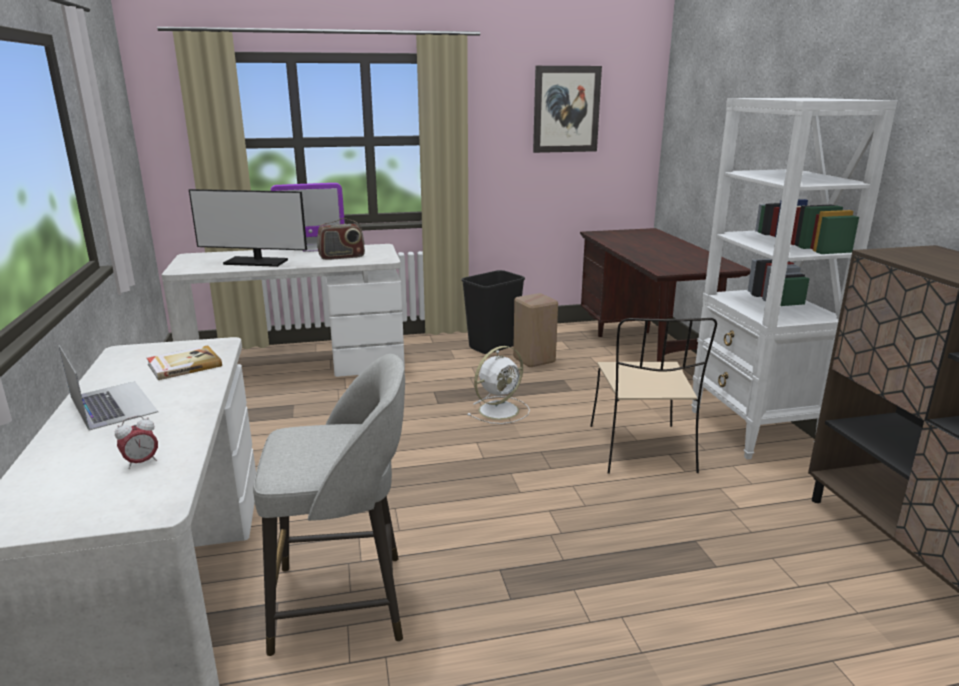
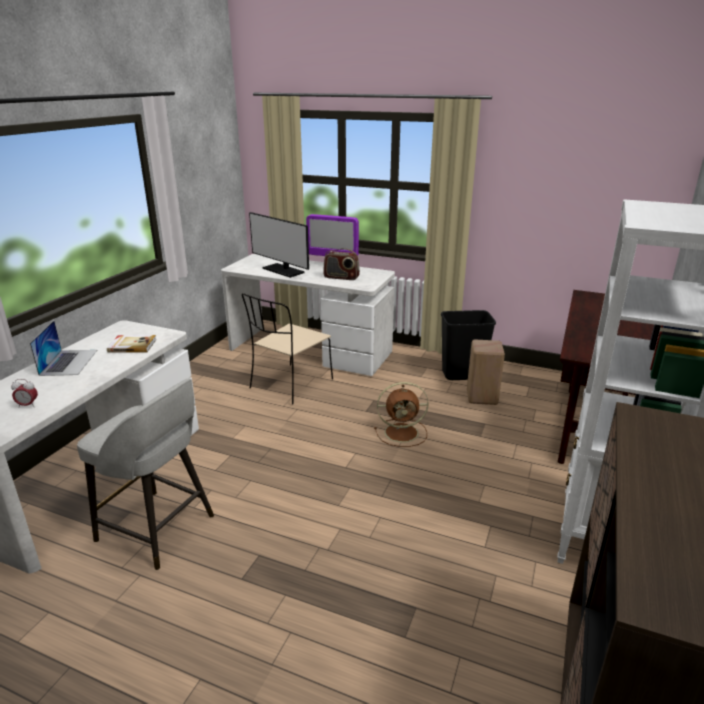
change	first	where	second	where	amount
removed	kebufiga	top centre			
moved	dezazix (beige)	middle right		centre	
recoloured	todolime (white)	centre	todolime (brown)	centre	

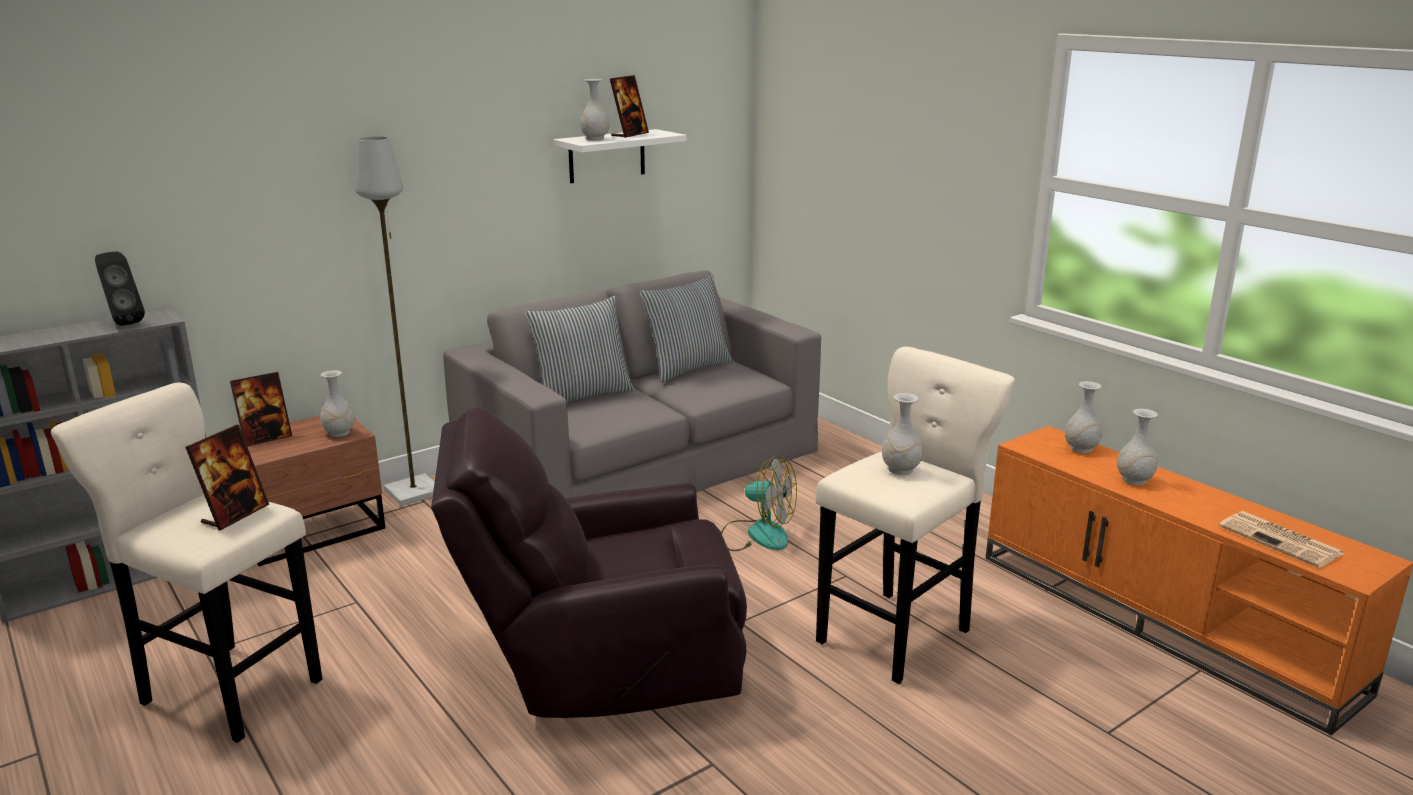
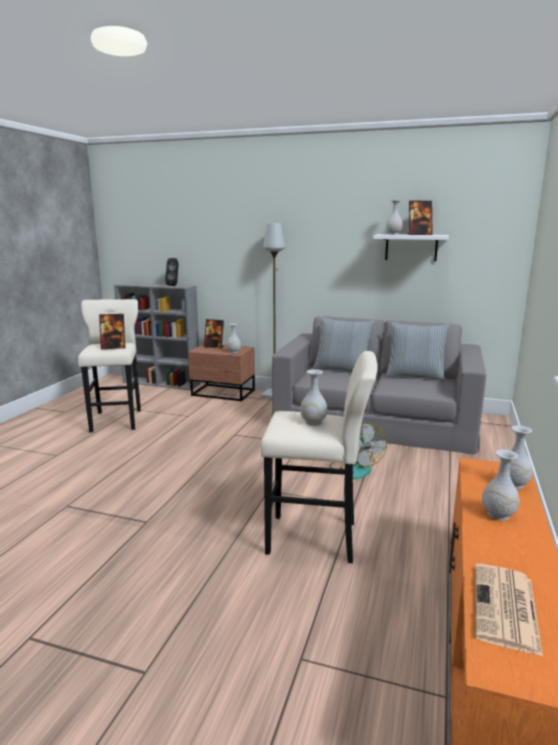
change	first	where	second	where	amount
removed	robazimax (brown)	bottom centre			

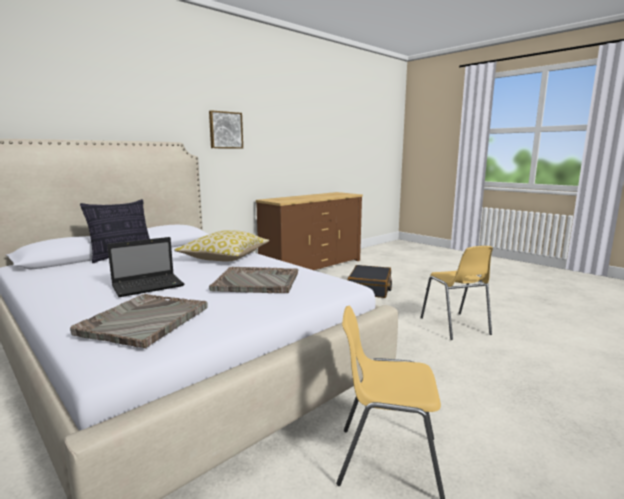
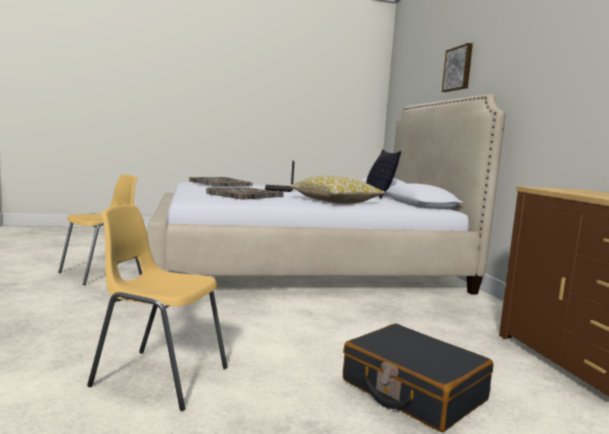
change	first	where	second	where	amount
moved	kebufiga	top centre		top right	

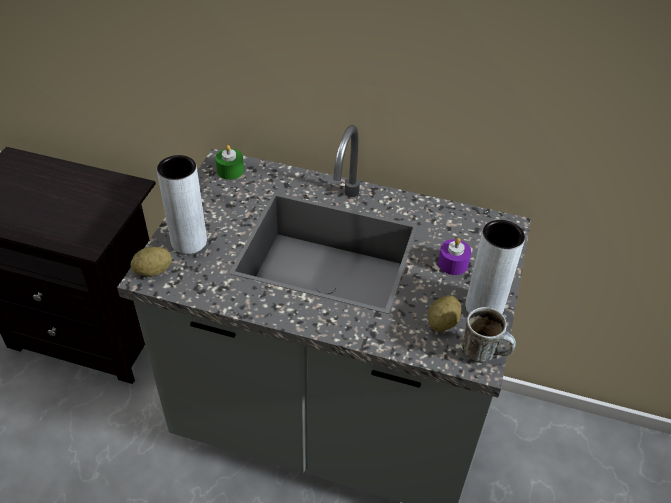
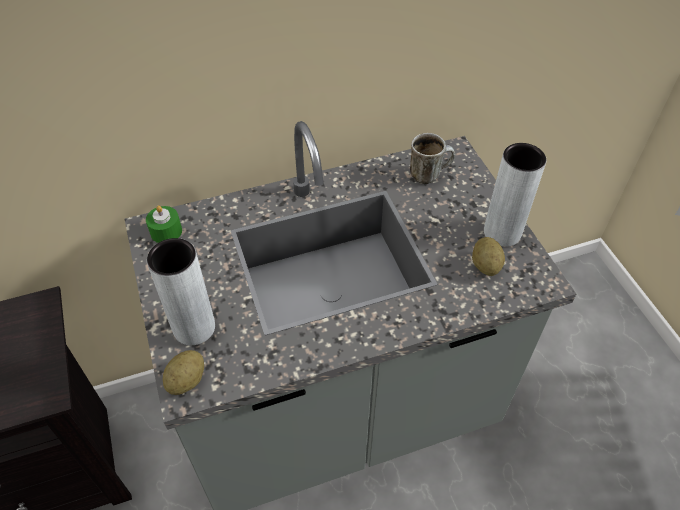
change	first	where	second	where	amount
removed	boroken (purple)	middle right			
moved	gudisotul	middle right		top centre	

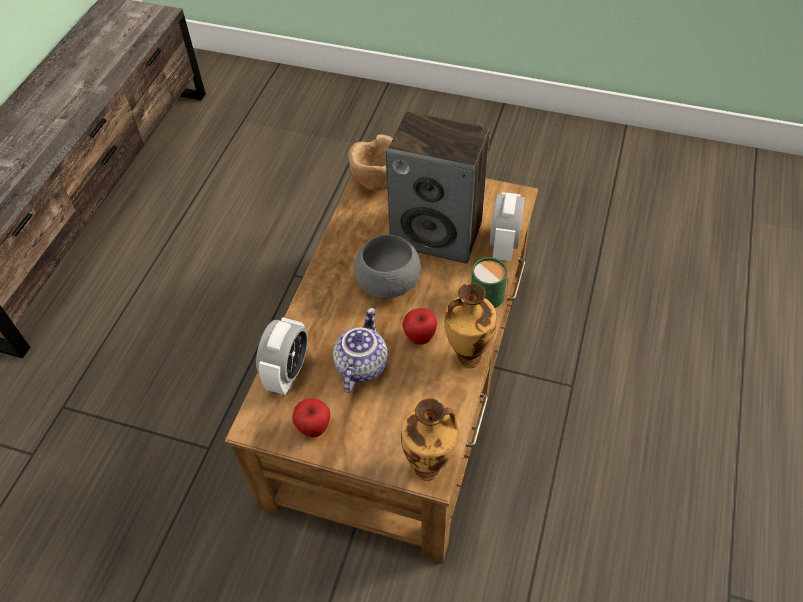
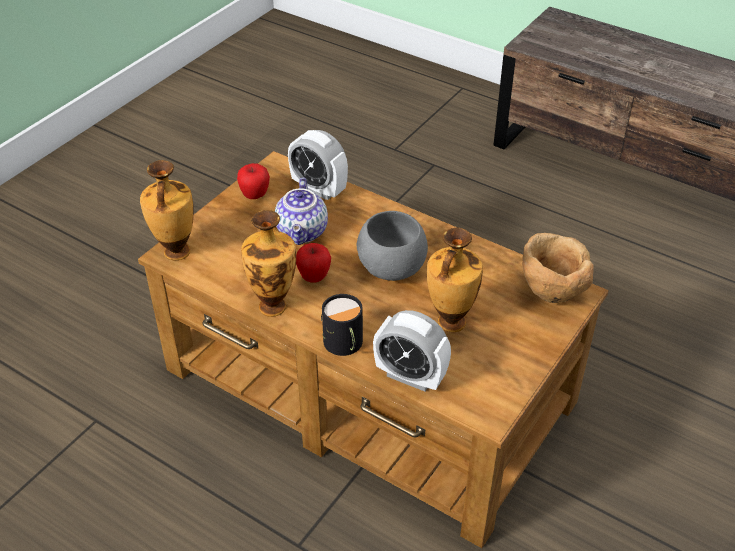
change	first	where	second	where	amount
replaced	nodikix	top centre	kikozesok (3rd from left)	centre	
recoloured	gudisotul (green)	centre	gudisotul (black)	centre	
turned	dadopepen	centre		centre	60 degrees clockwise

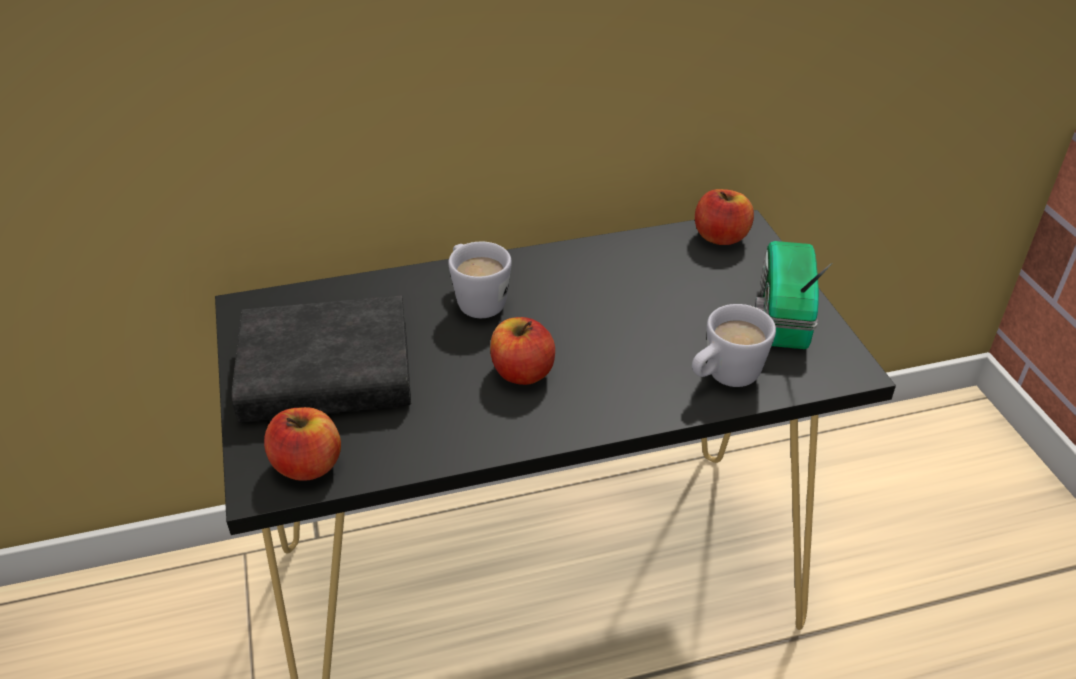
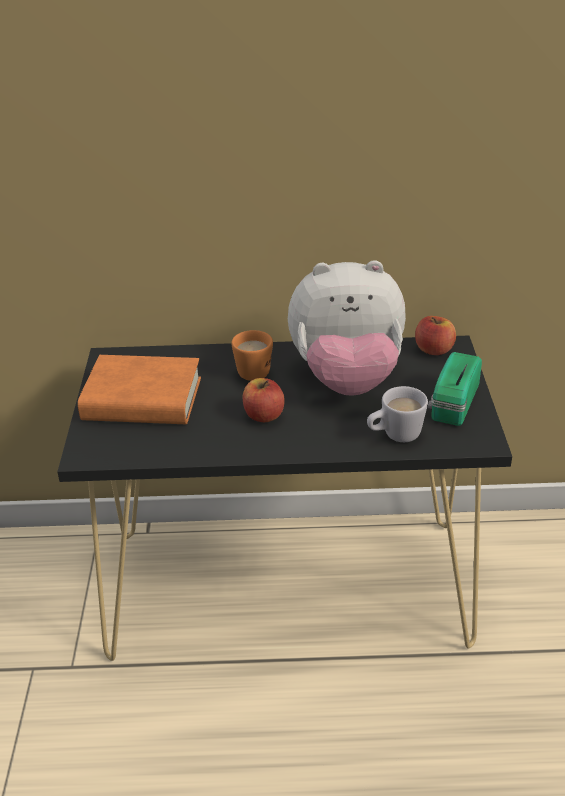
change	first	where	second	where	amount
recoloured	gudisotul (white) (1st from left)	centre	gudisotul (orange)	centre	
recoloured	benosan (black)	middle left	benosan (orange)	middle left	
removed	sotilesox (1st from left)	middle left			
added			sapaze	centre	

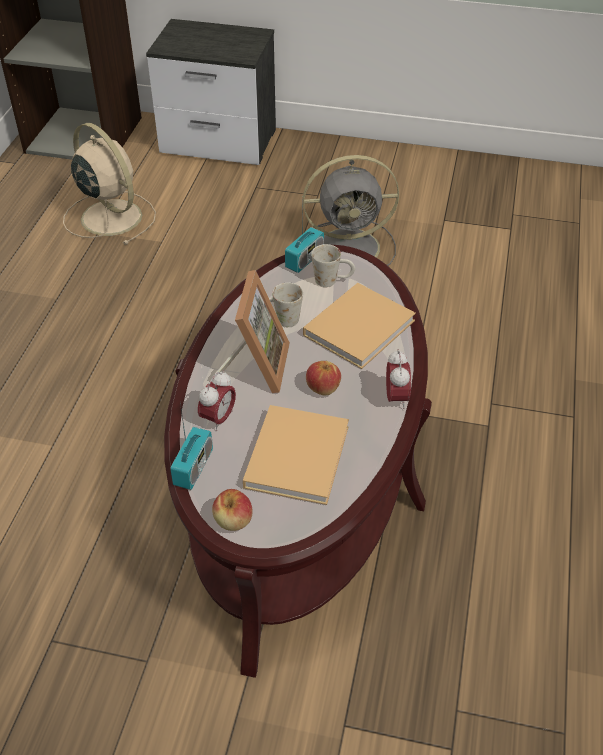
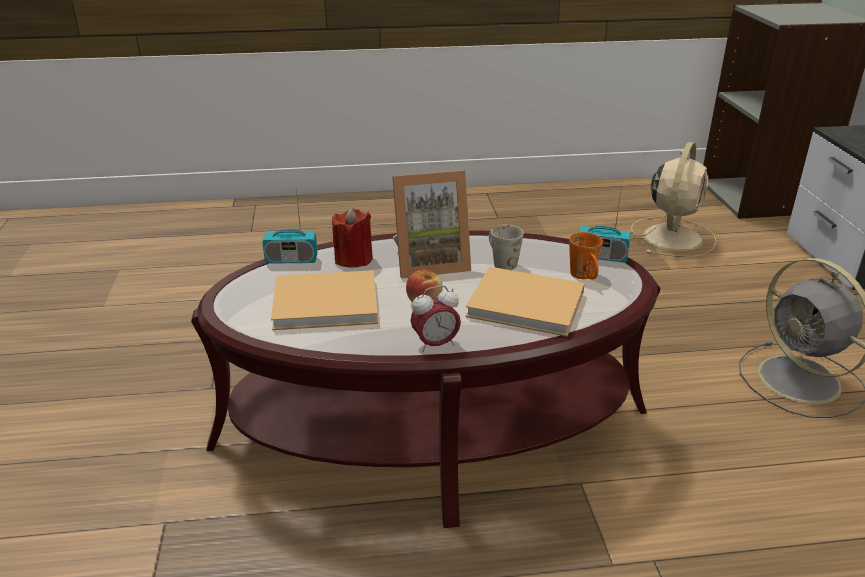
change	first	where	second	where	amount
recoloured	gudisotul (white) (2nd from left)	centre	gudisotul (orange)	middle right	
replaced	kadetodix (1st from left)	centre	boroken (red)	centre	
removed	sotilesox (1st from left)	bottom centre			

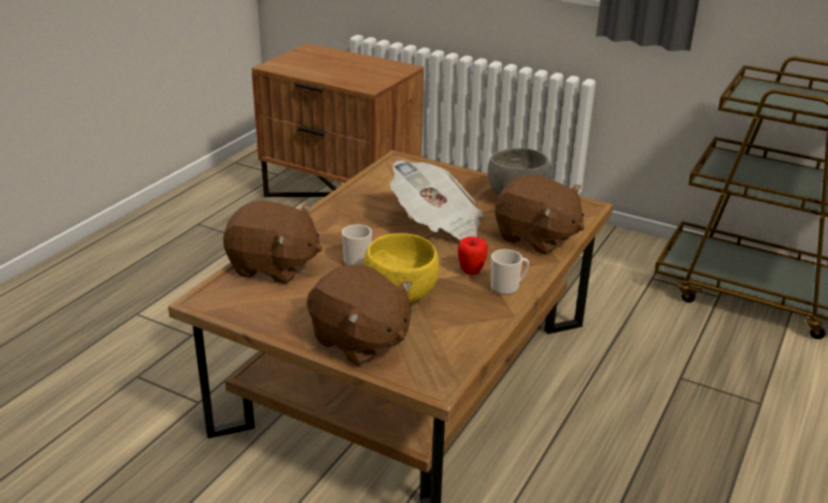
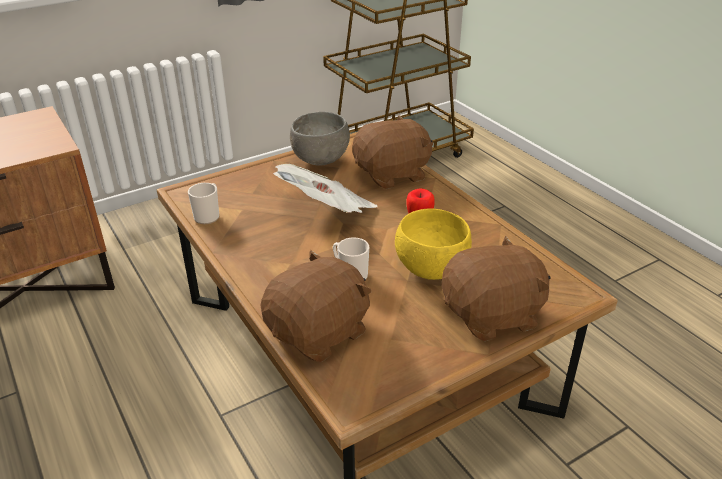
change	first	where	second	where	amount
moved	gudisotul (2nd from left in the first image)	centre	gudisotul (1st from left)	middle left	

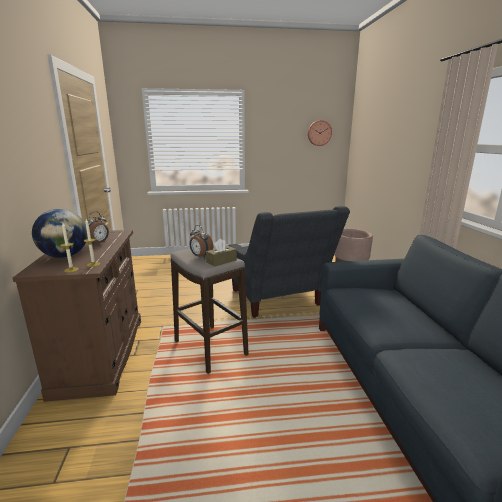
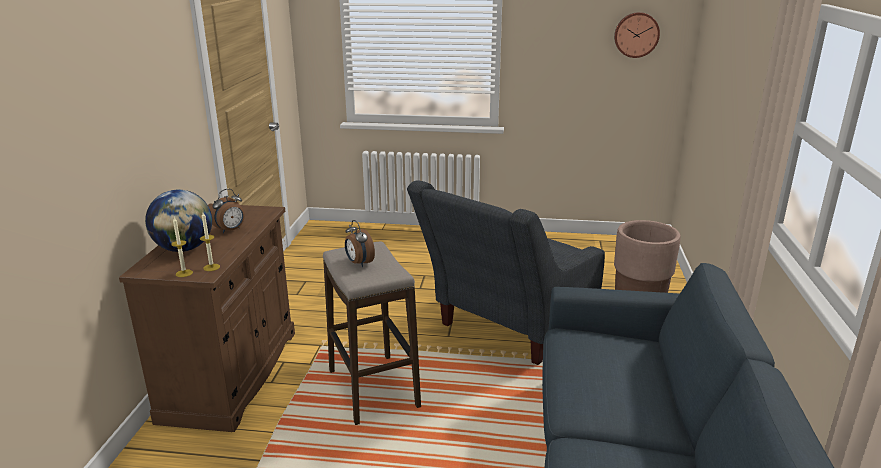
change	first	where	second	where	amount
turned	robazimax (grey)	centre		centre	45 degrees clockwise
removed	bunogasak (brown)	centre			

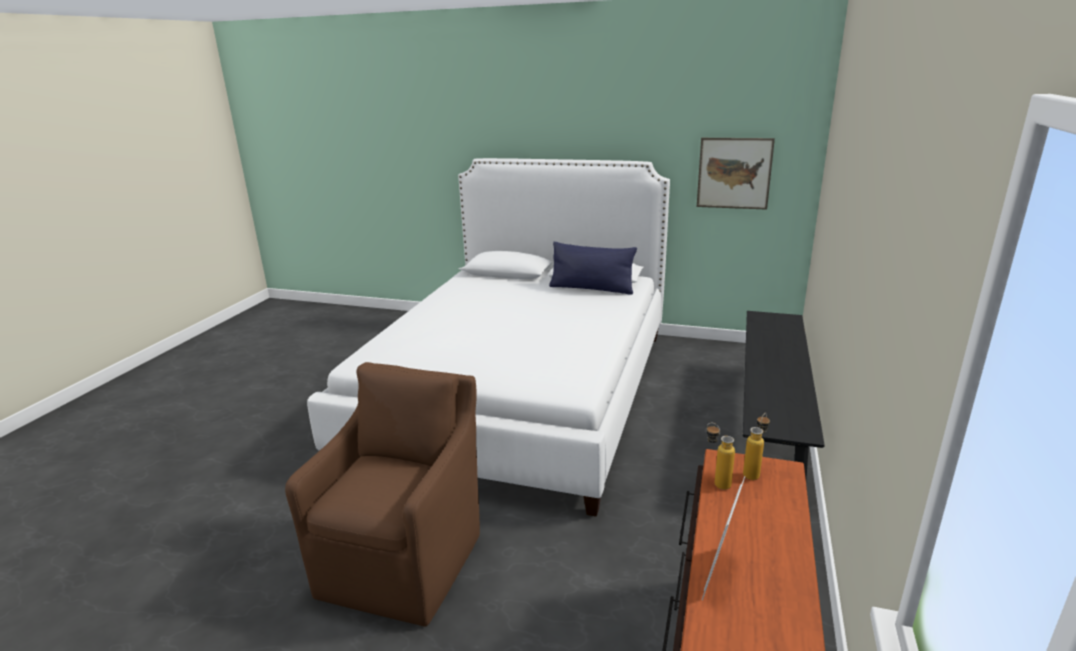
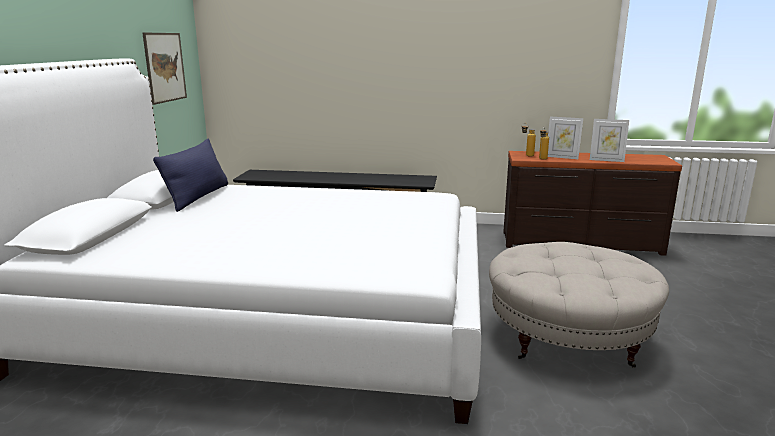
change	first	where	second	where	amount
replaced	robazimax (brown)	bottom centre	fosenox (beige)	bottom right	
added			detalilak (1st from left)	top right	

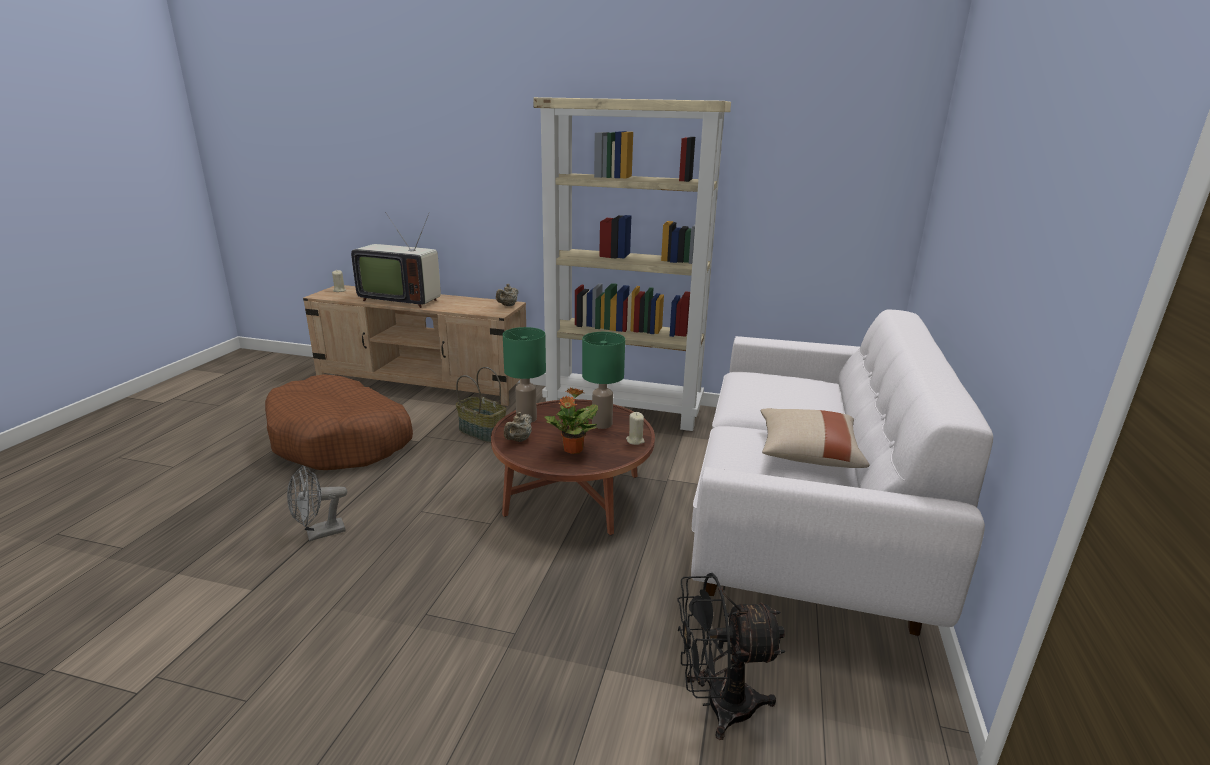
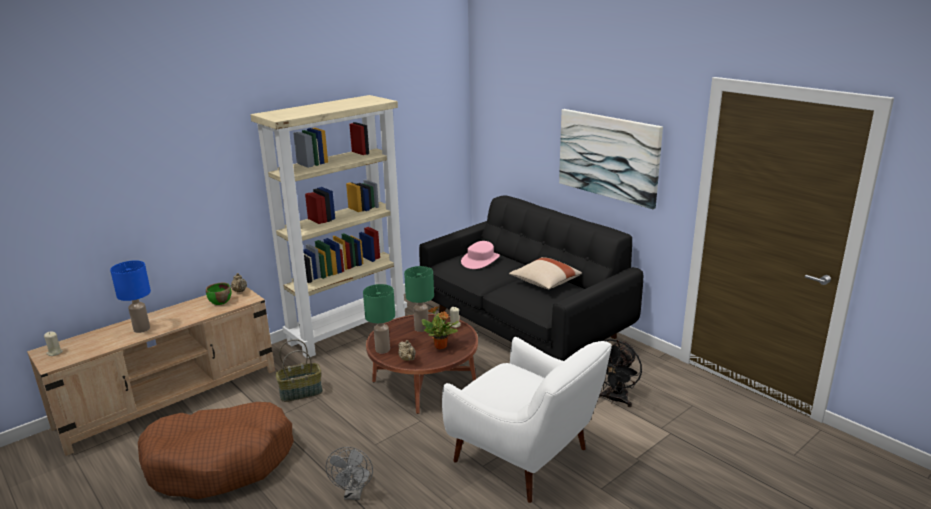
change	first	where	second	where	amount
replaced	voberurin	middle left	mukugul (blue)	middle left	
recoloured	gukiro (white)	middle right	gukiro (black)	centre	
added			kebufiga	top centre	
added			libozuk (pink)	centre	
added			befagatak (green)	middle left	
added			robazimax (white)	bottom centre	

